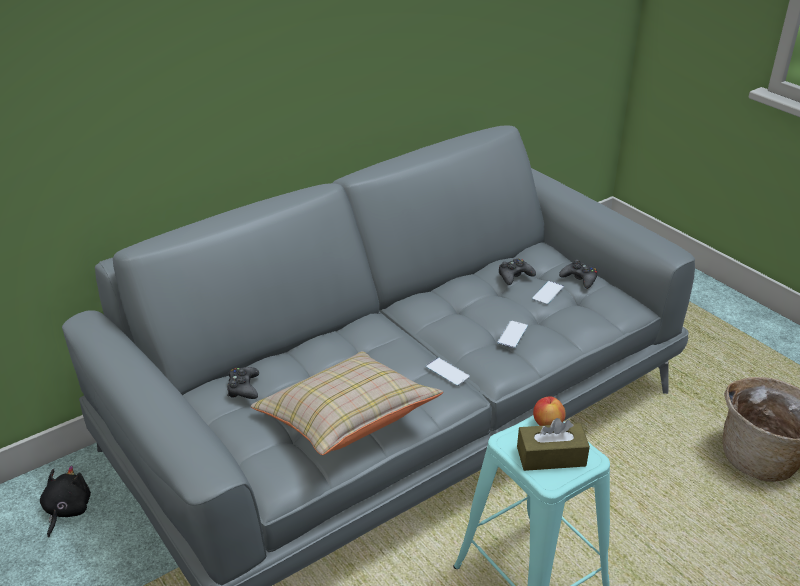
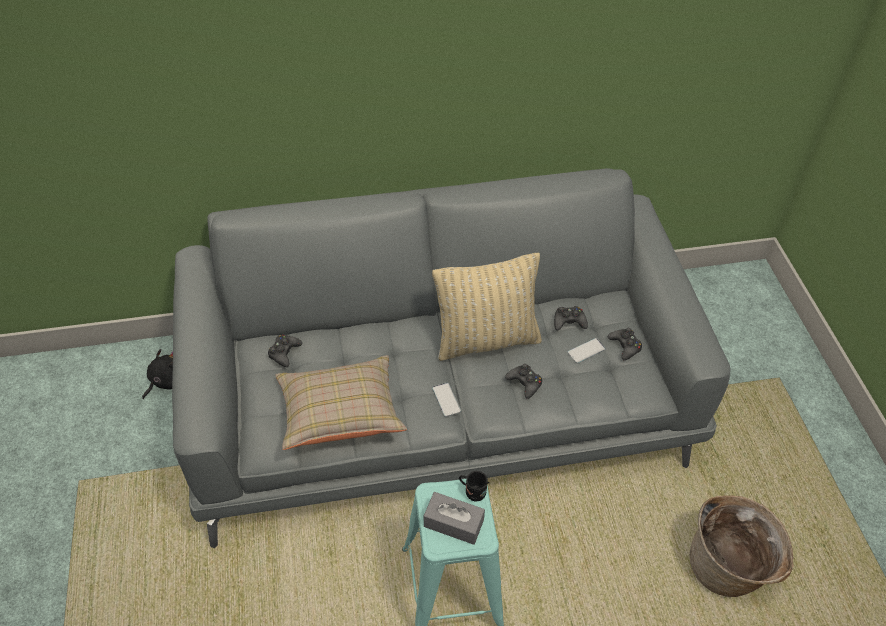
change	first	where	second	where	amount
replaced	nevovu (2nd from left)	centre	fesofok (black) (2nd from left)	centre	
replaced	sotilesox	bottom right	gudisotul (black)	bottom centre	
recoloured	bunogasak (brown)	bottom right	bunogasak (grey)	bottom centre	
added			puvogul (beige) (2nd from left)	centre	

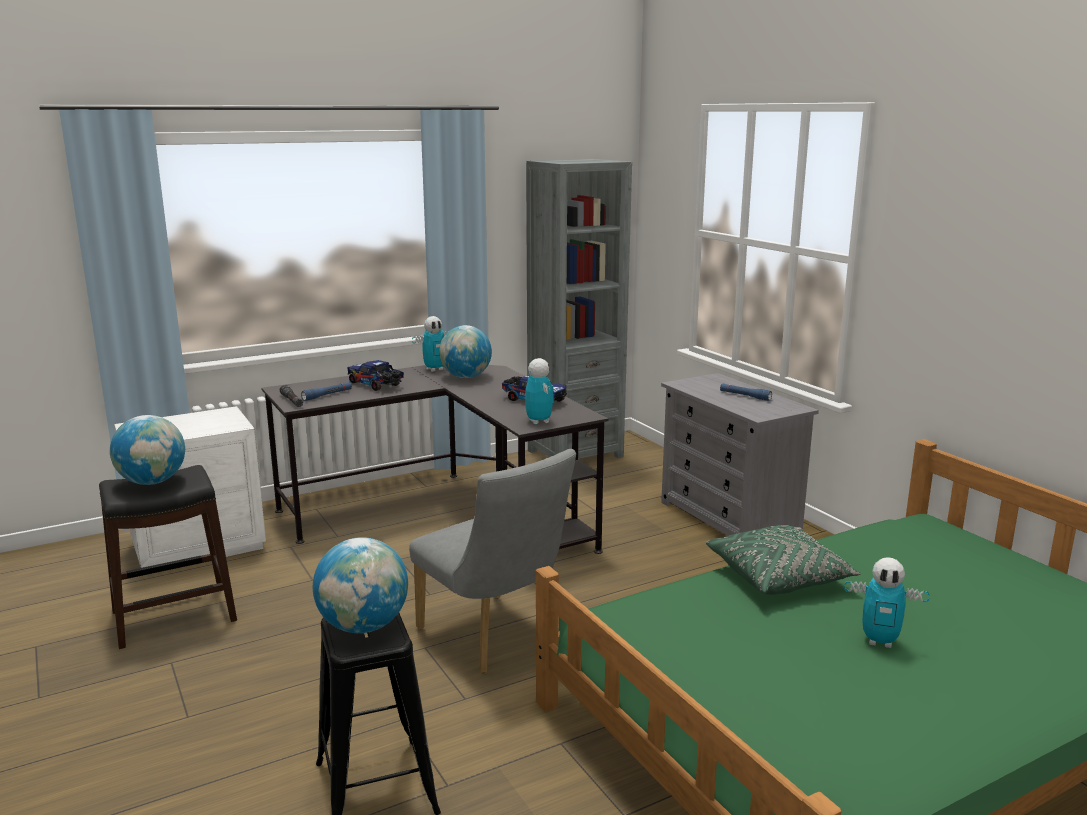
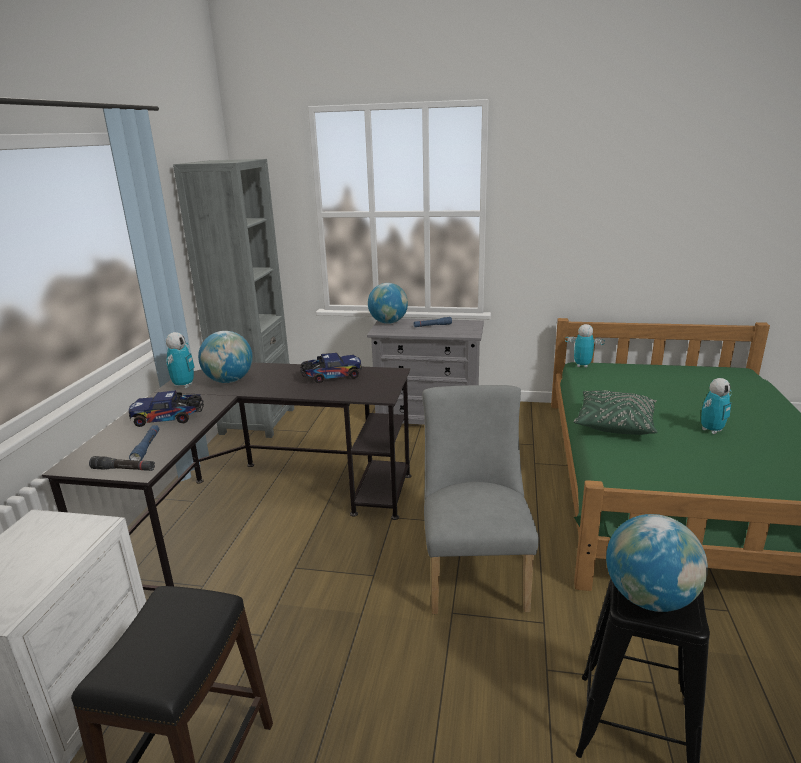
change	first	where	second	where	amount
moved	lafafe (2nd from left)	centre		middle right	
moved	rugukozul (1st from left in the first image)	middle left	rugukozul (2nd from left)	centre	
turned	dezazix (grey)	bottom centre		centre	90 degrees counterclockwise

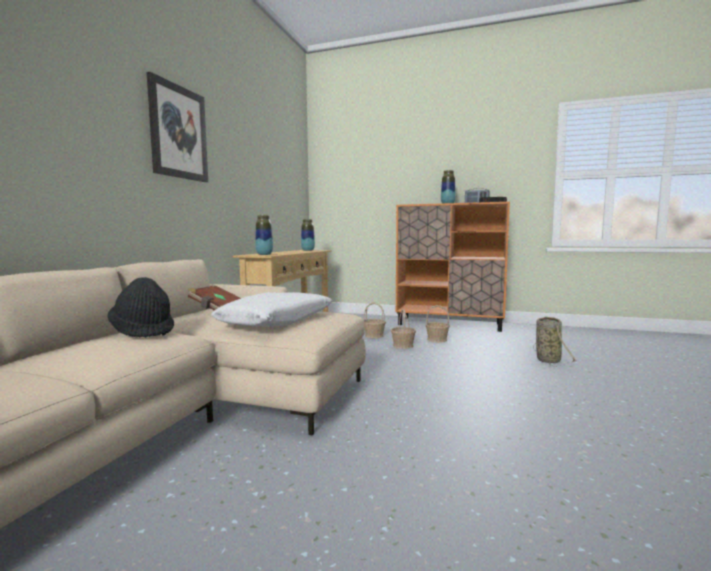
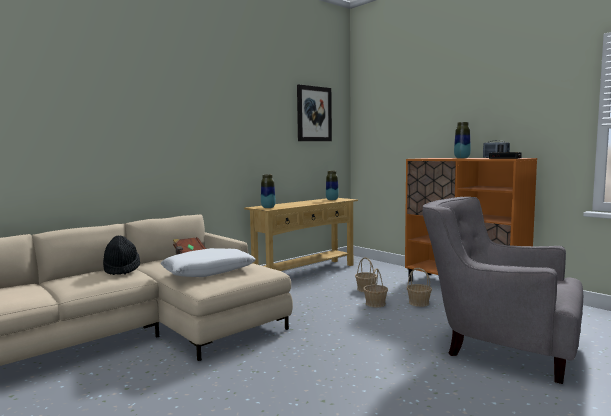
change	first	where	second	where	amount
moved	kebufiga	top left		top centre	
replaced	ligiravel (4th from left)	middle right	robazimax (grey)	bottom right	

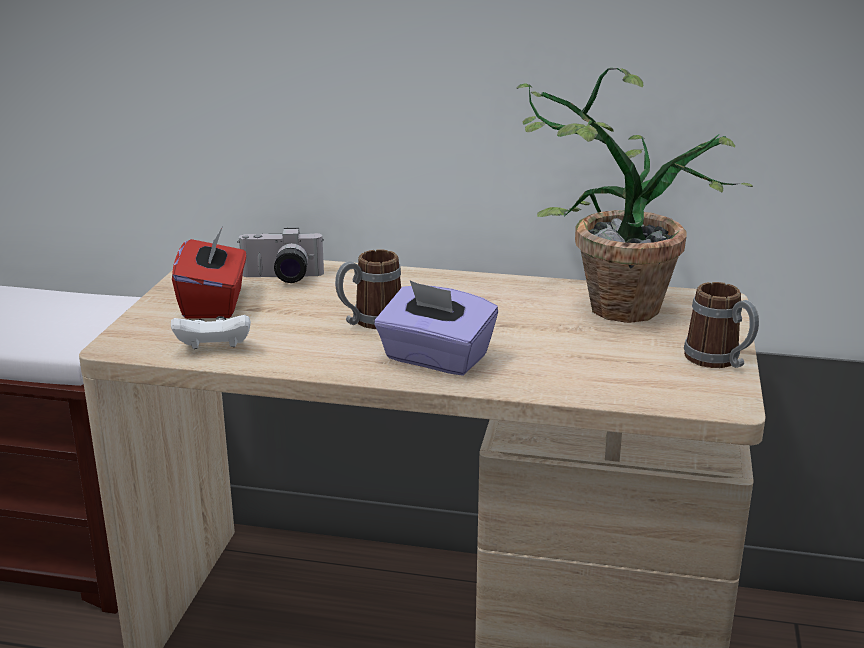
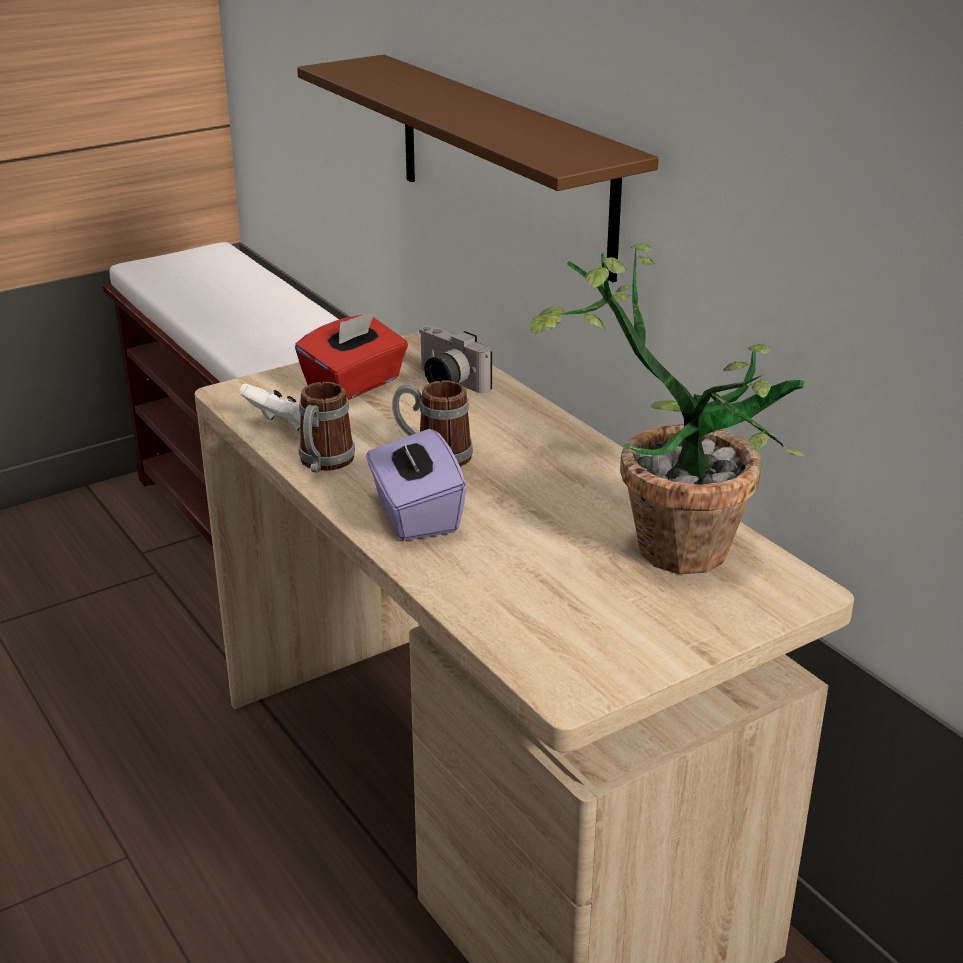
change	first	where	second	where	amount
moved	gudisotul (2nd from left in the first image)	middle right	gudisotul (1st from left)	centre	
added			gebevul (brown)	top centre	

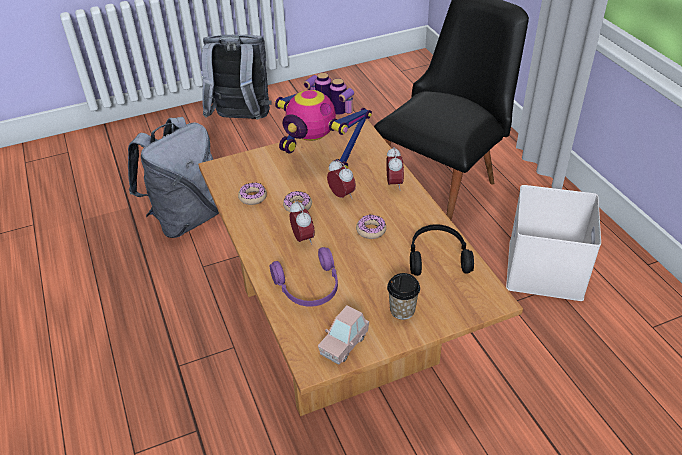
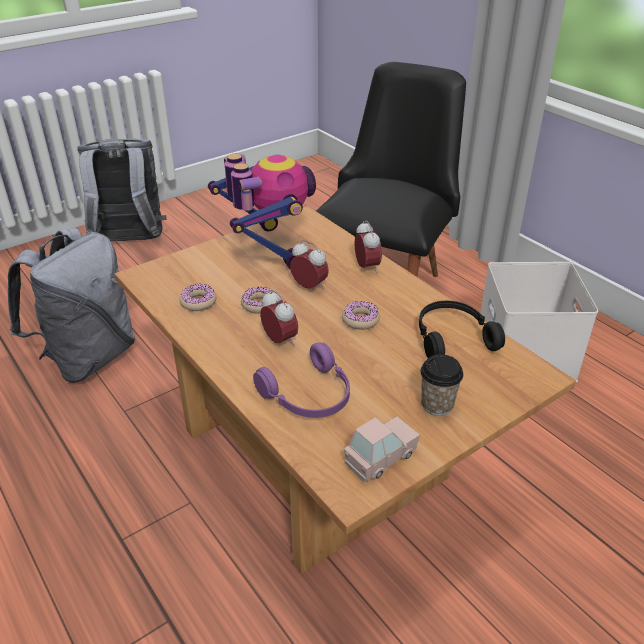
change	first	where	second	where	amount
turned	lafafe	top centre		top centre	135 degrees counterclockwise
turned	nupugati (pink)	bottom centre		bottom centre	150 degrees counterclockwise

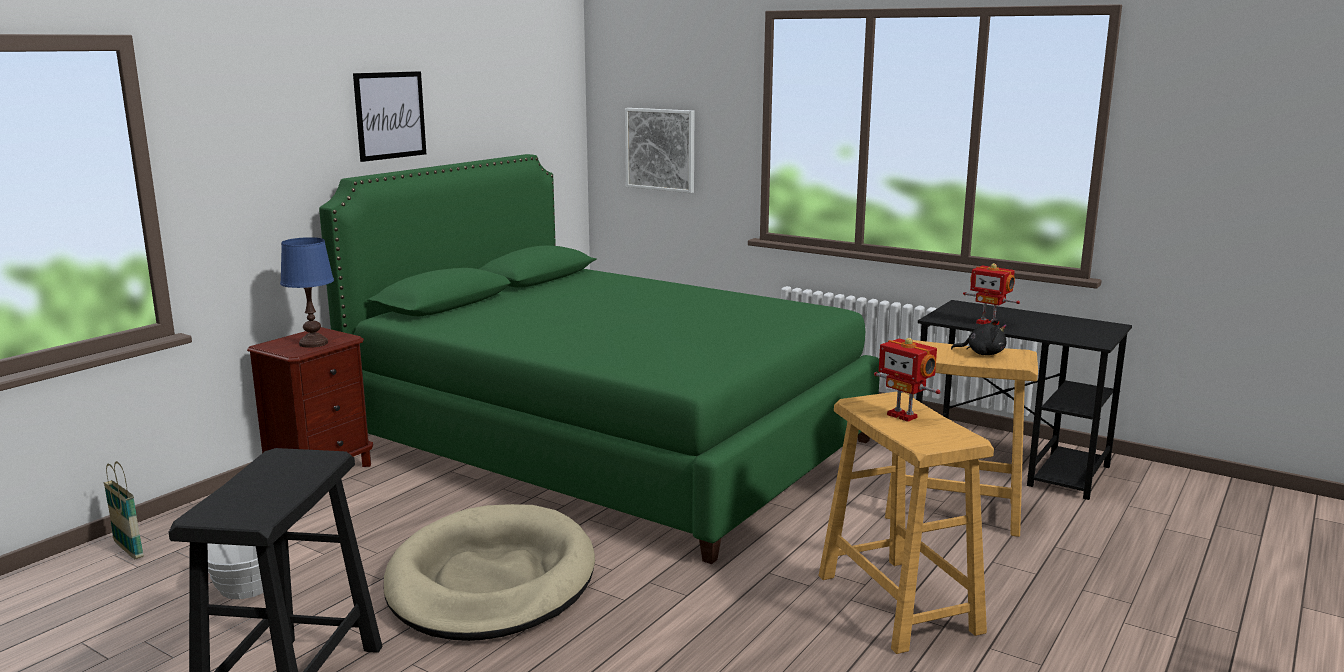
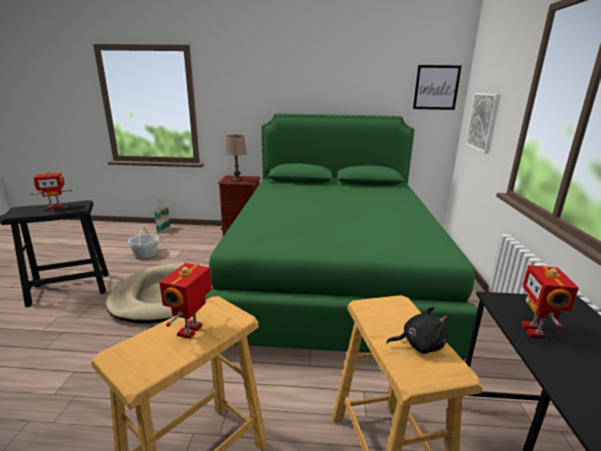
change	first	where	second	where	amount
moved	kebufiga (1st from left)	top left		top right	
recoloured	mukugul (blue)	middle left	mukugul (brown)	centre	
turned	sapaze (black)	middle right		bottom right	75 degrees counterclockwise
added			lafafe (1st from left)	middle left	

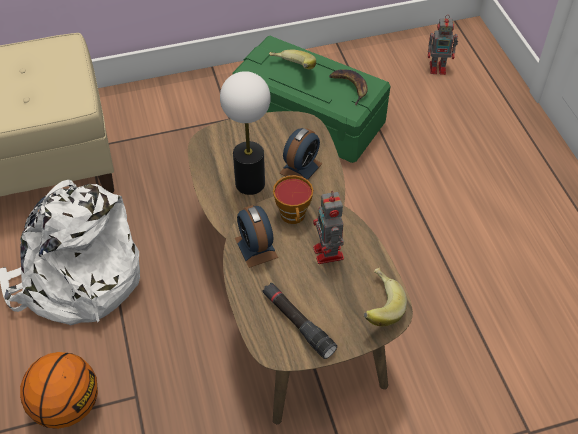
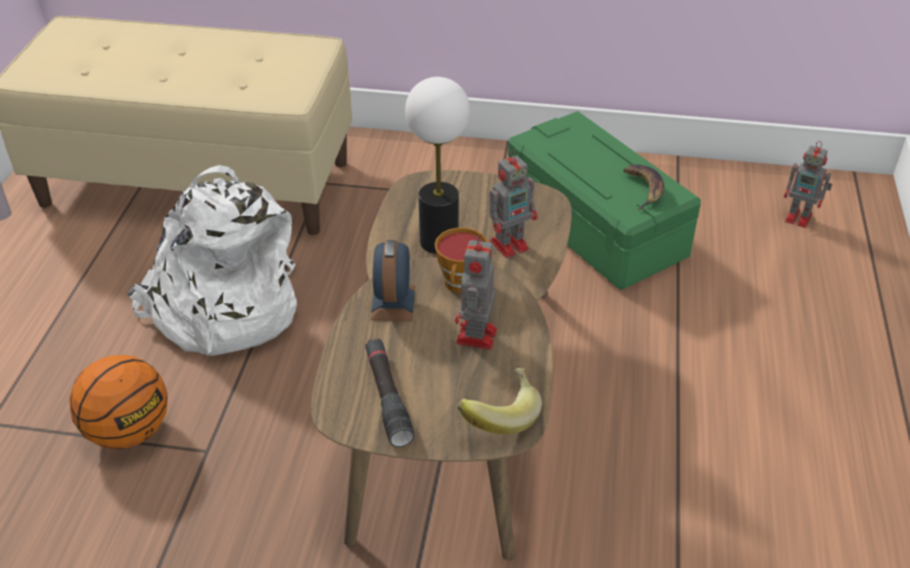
change	first	where	second	where	amount
removed	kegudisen (1st from left)	top centre			
replaced	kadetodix (2nd from left)	centre	lafafe (2nd from left)	centre	

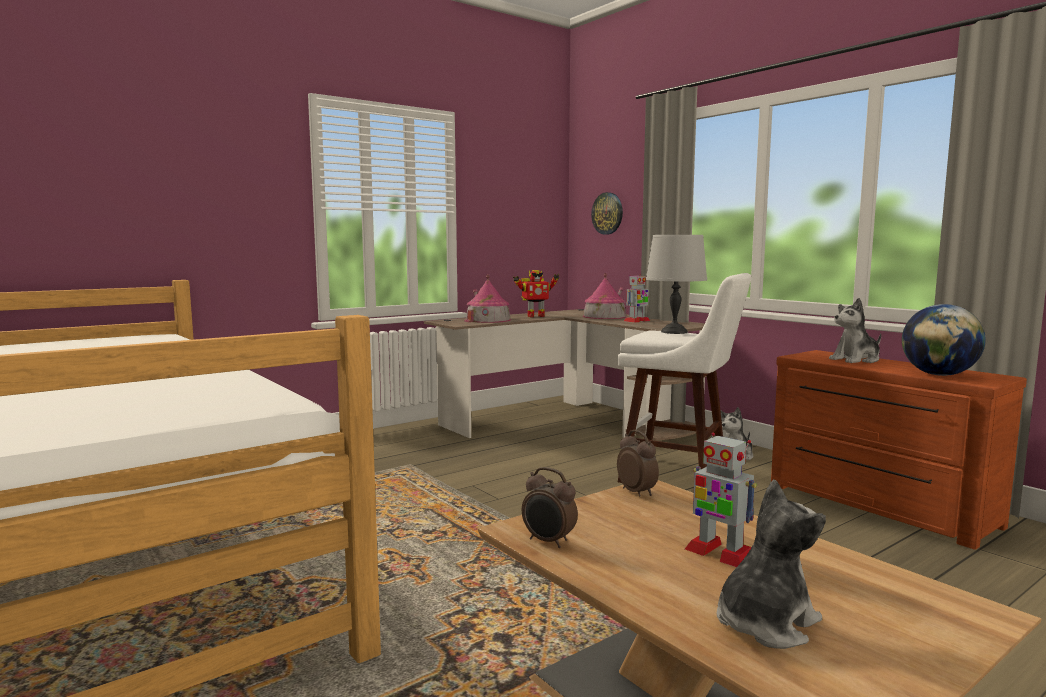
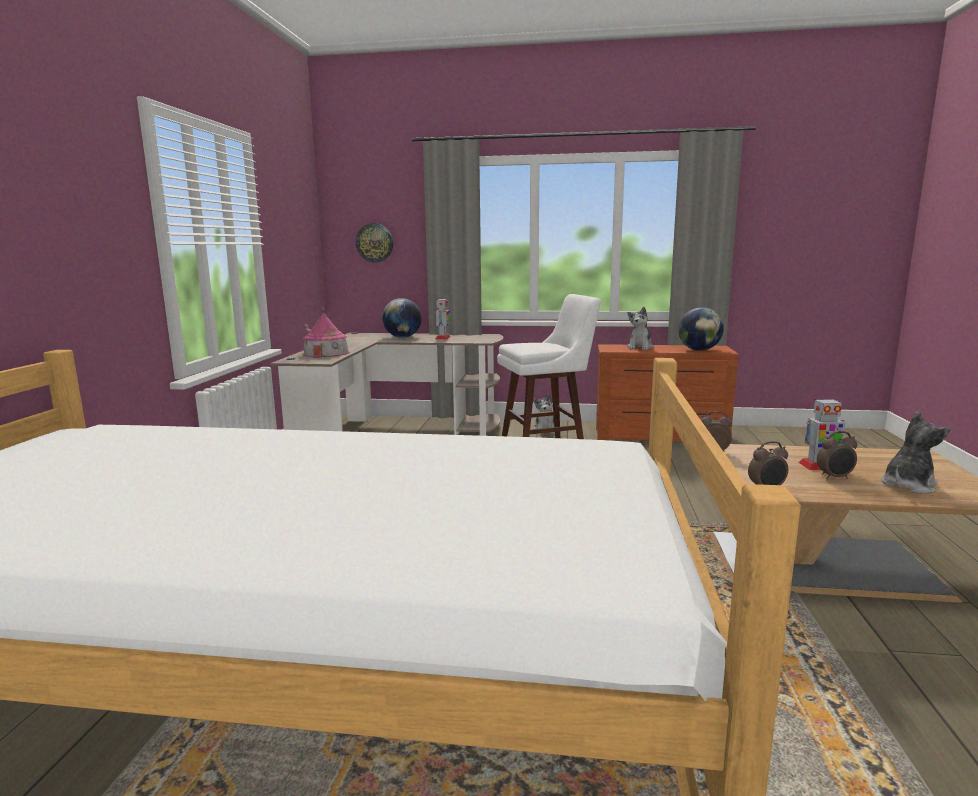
change	first	where	second	where	amount
removed	mukugul (grey)	centre			
removed	lafafe (1st from left)	centre			
replaced	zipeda (2nd from left)	centre	rugukozul (1st from left)	centre	
turned	sapaze (2nd from left in the first image)	bottom right	sapaze (3rd from left)	middle right	45 degrees clockwise
added			kadetodix (3rd from left)	middle right	

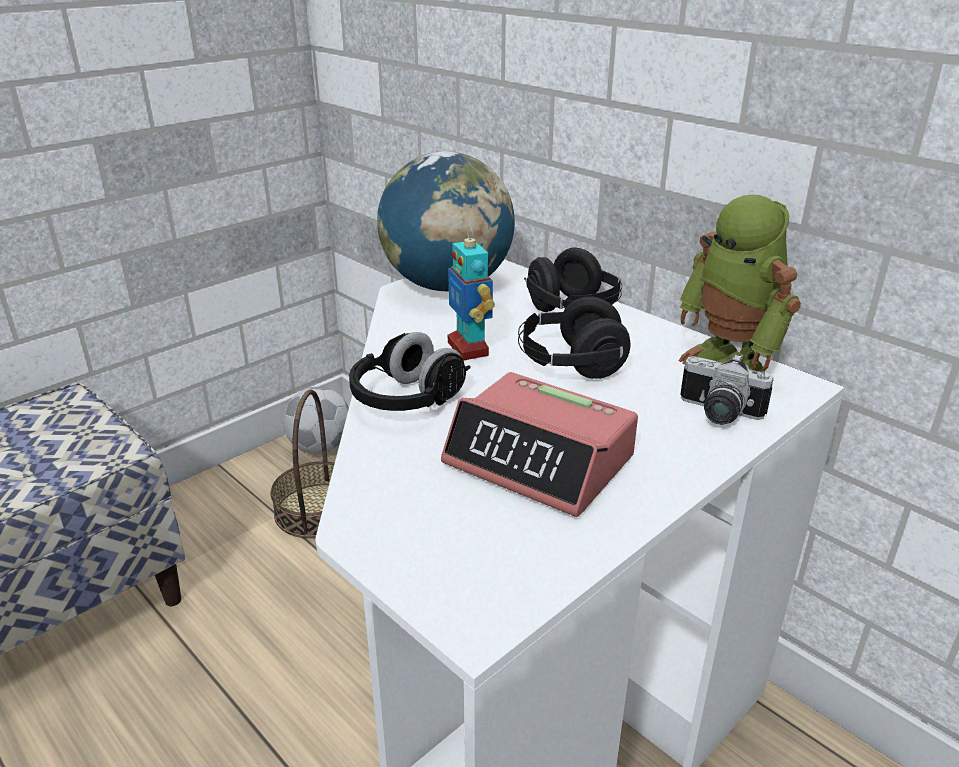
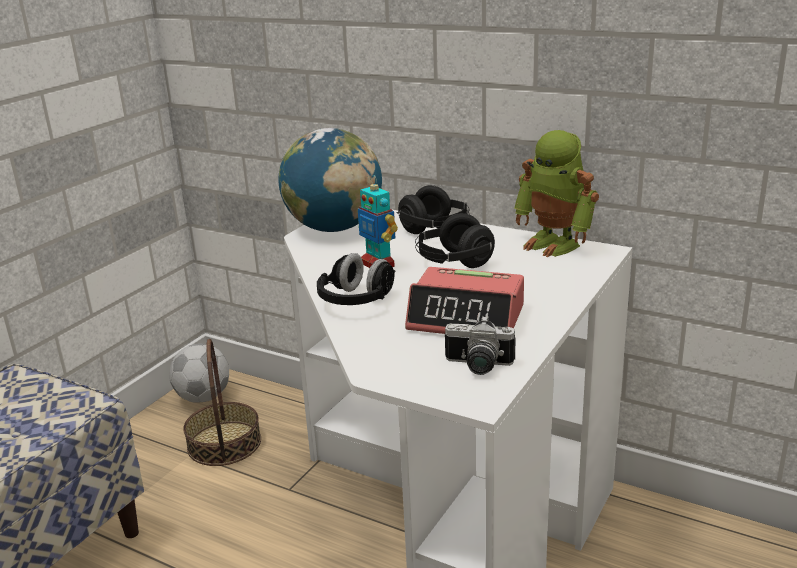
change	first	where	second	where	amount
moved	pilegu	middle right		centre	

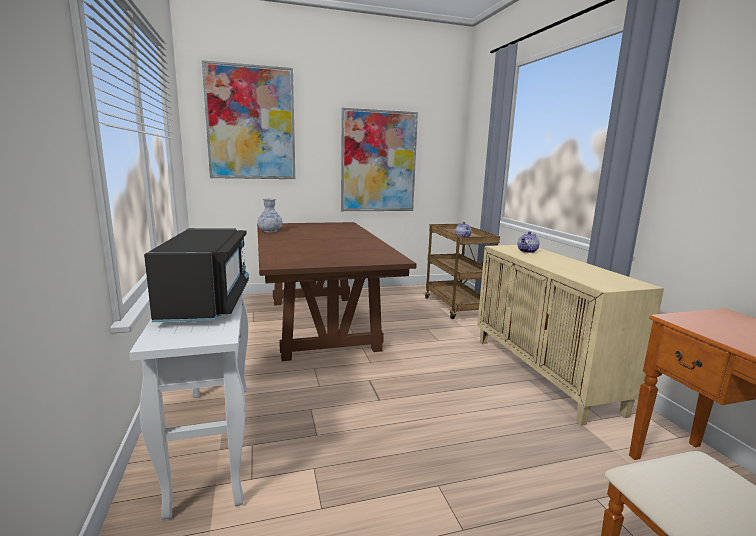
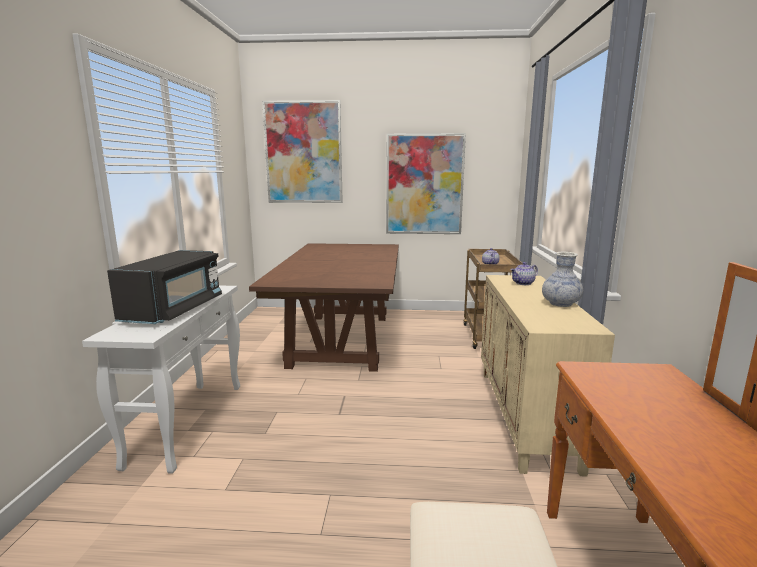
change	first	where	second	where	amount
moved	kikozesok	centre		middle right	

